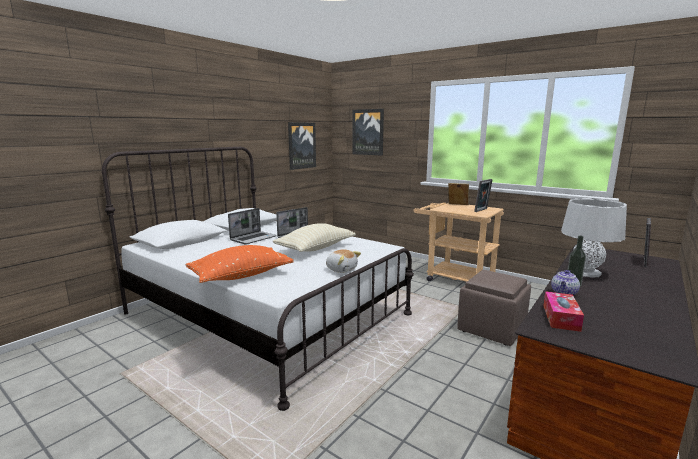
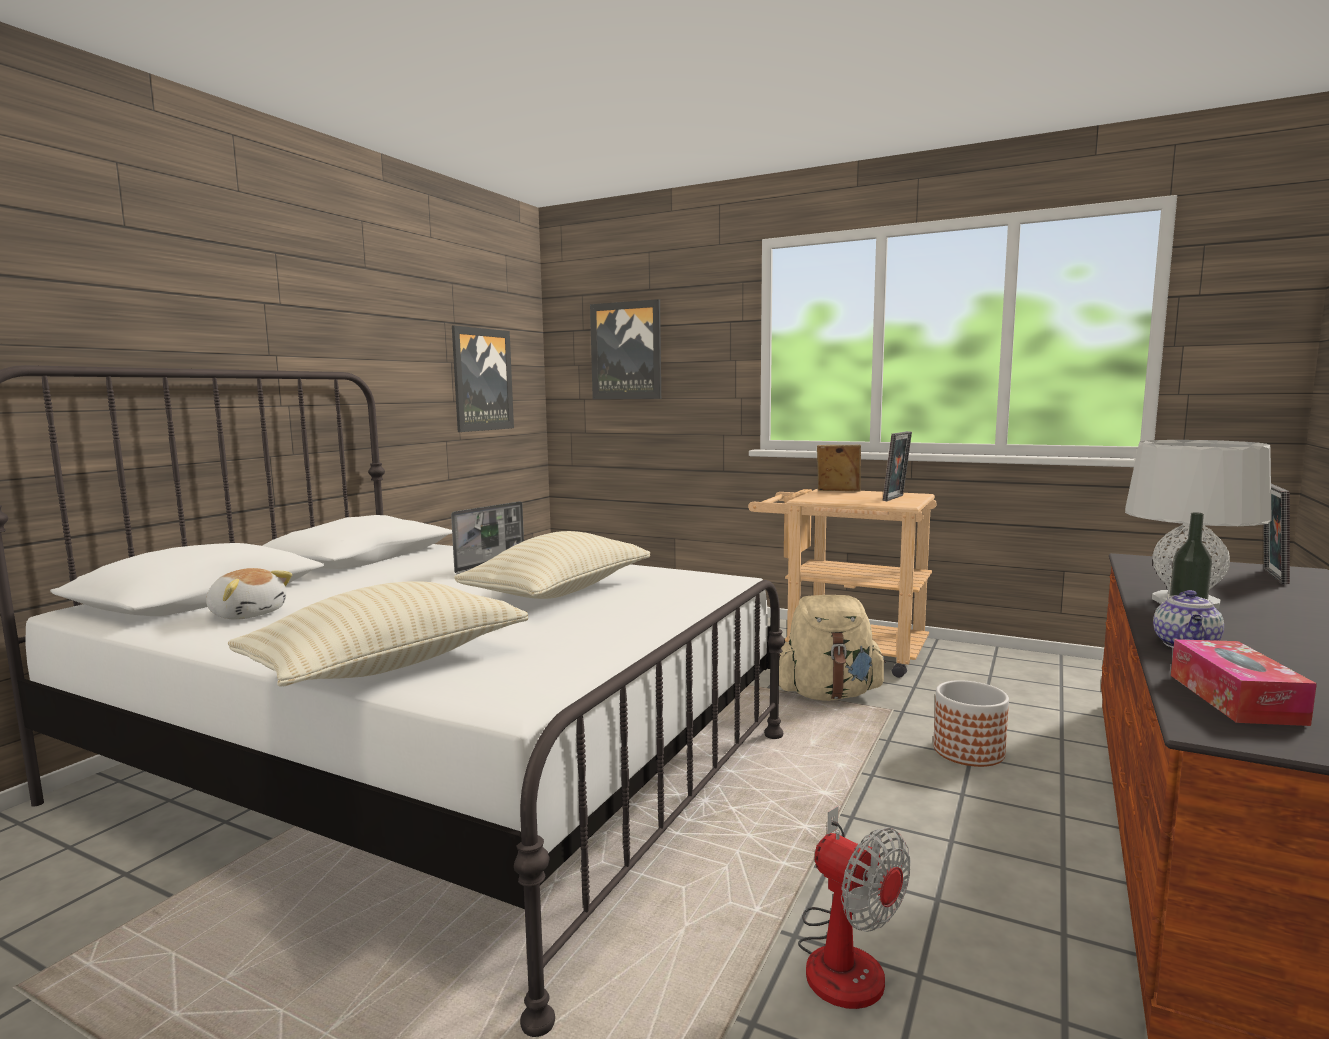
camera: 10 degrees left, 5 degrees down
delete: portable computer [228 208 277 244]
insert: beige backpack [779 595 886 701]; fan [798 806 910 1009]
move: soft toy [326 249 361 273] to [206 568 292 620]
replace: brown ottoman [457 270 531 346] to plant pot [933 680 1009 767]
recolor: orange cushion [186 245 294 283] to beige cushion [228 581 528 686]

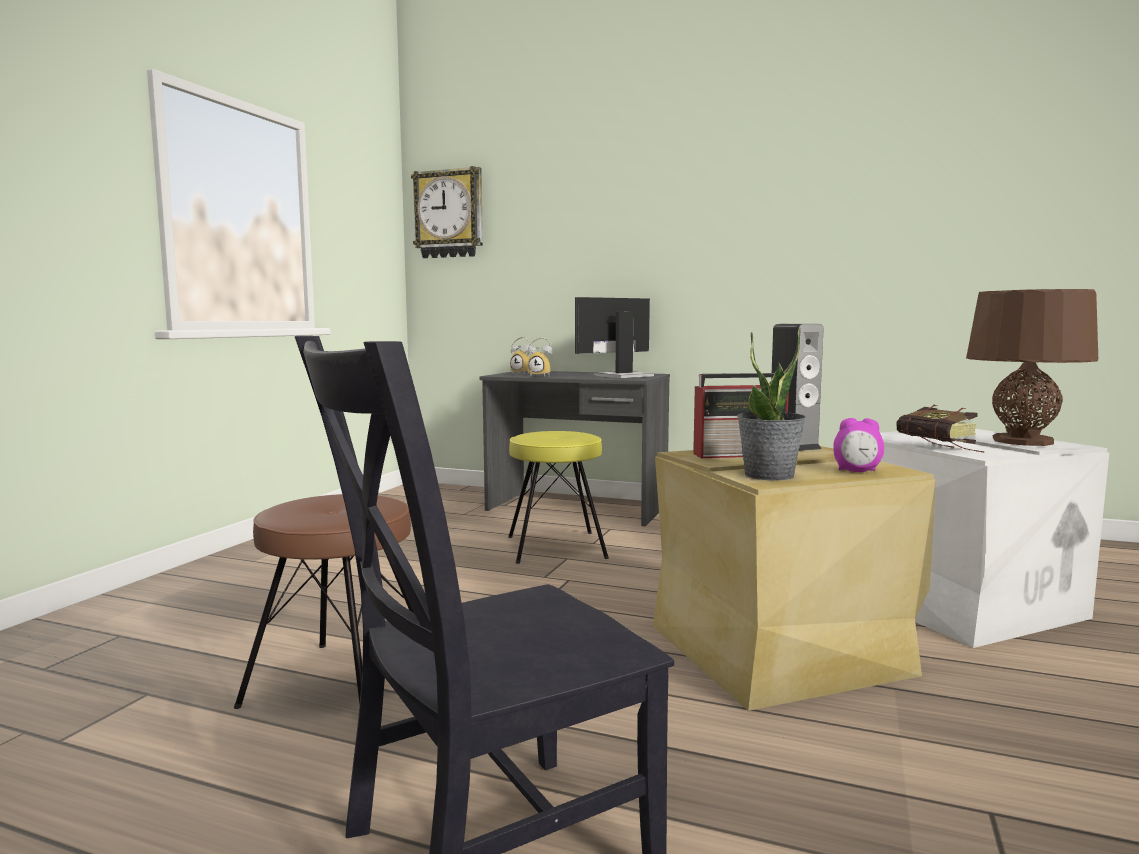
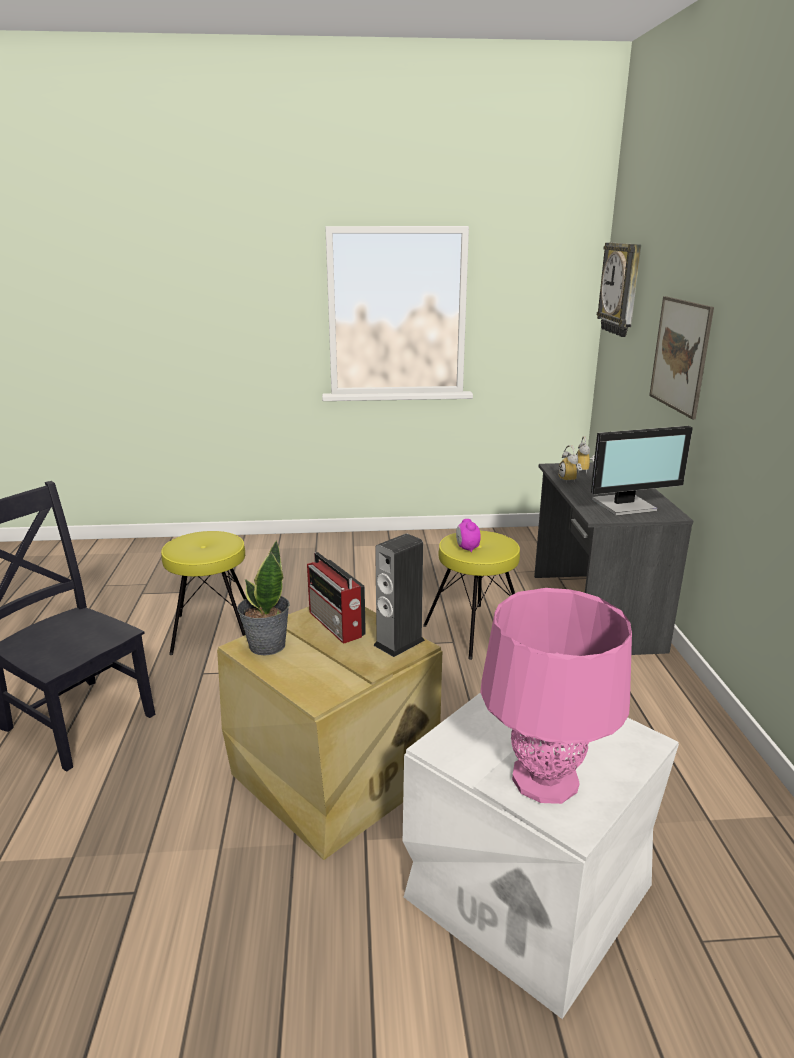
camera: 65 degrees right, 15 degrees up
delete: volume [897 405 984 453]
insert: picture [649 296 714 419]
move: table clock [833 418 884 472] to [456 519 481 552]
recolor: brown sitting stool [234 494 415 709] to yellowish sitting stool [161 531 247 655]; brown table lamp [966 289 1098 446] to pink table lamp [480 588 632 804]
rotate: monitor [575 297 654 378] = [591 426 693 516] 135 degrees clockwise

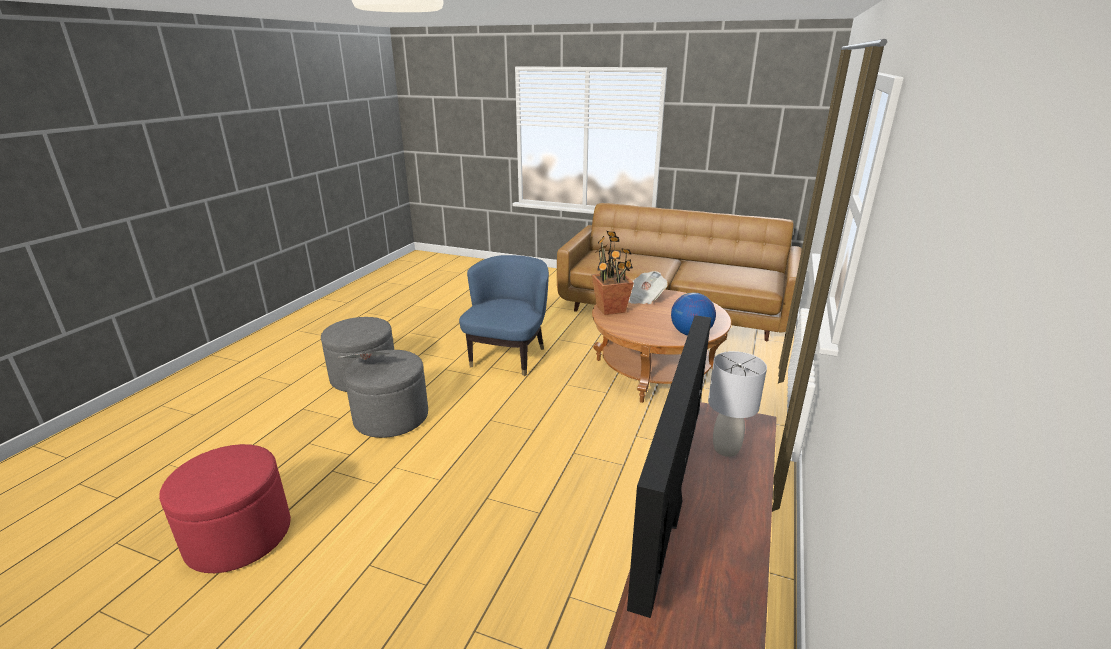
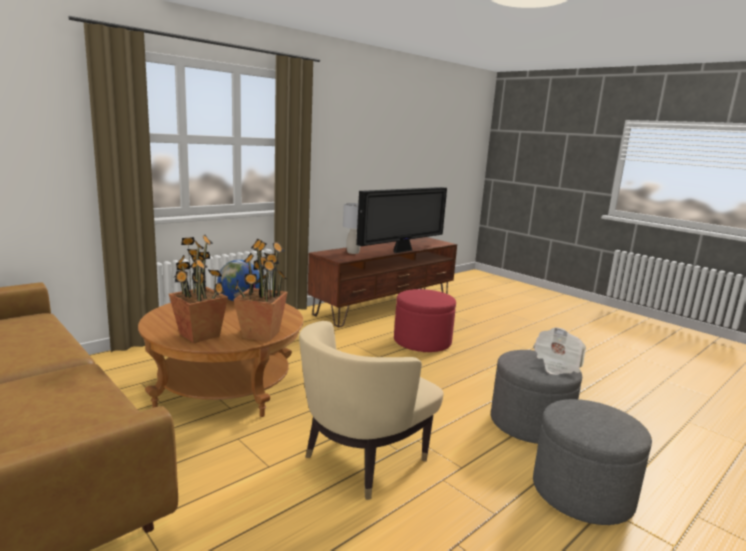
camera: 155 degrees left, 10 degrees down
move: reddish ottoman [159 444 291 573] to [394 289 456 352]
replace: daily paper [629 271 667 304] to houseplant [169 235 228 343]
recolor: bluish lounge chair [459 255 549 376] to beige lounge chair [299 321 443 500]

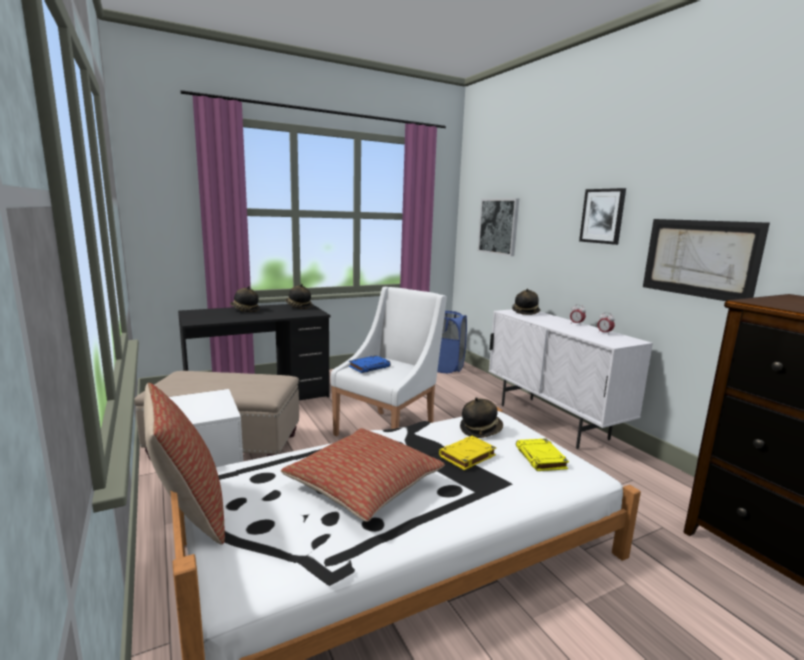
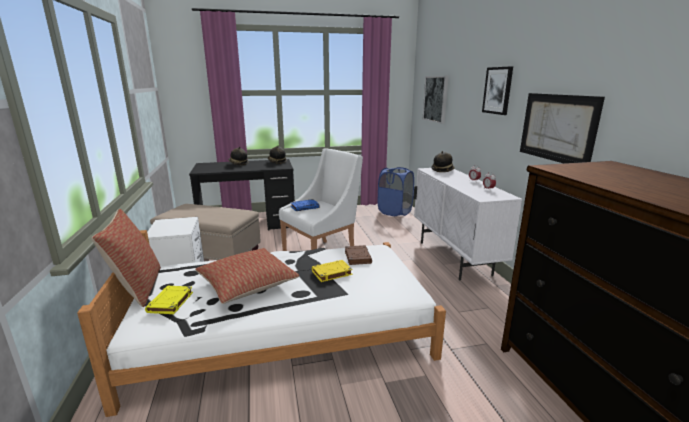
camera: 15 degrees right, 5 degrees up
move: yellowish volume [516 438 569 471] to [145 286 193 314]
replace: wearable hat [460 397 503 438] to brown volume [345 245 372 265]

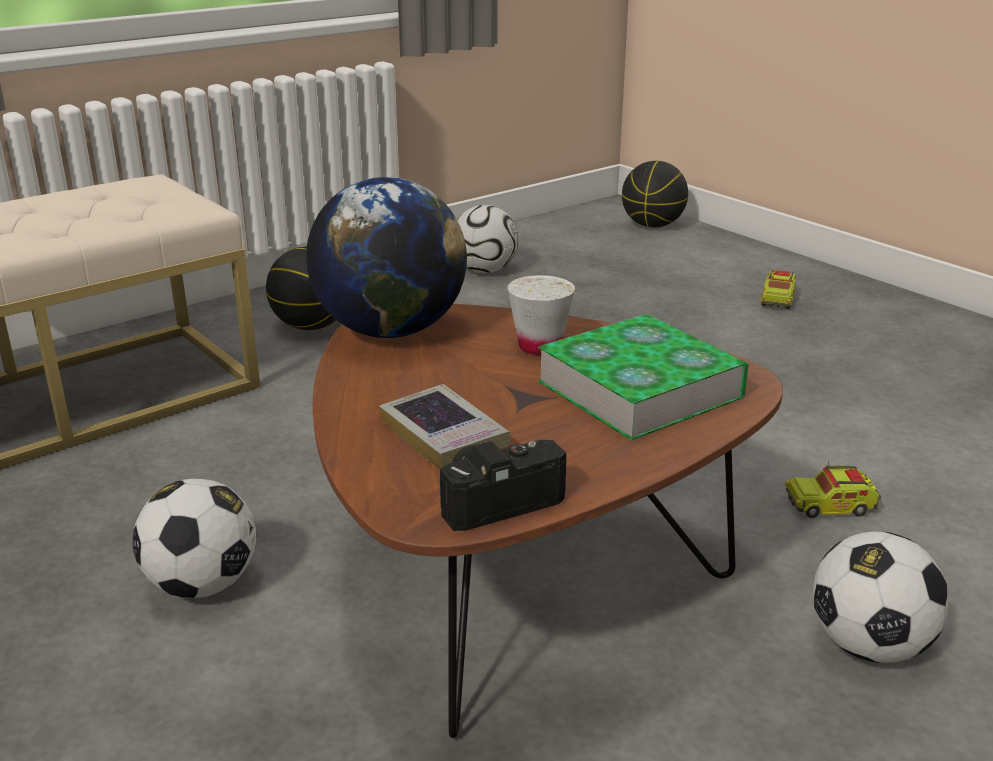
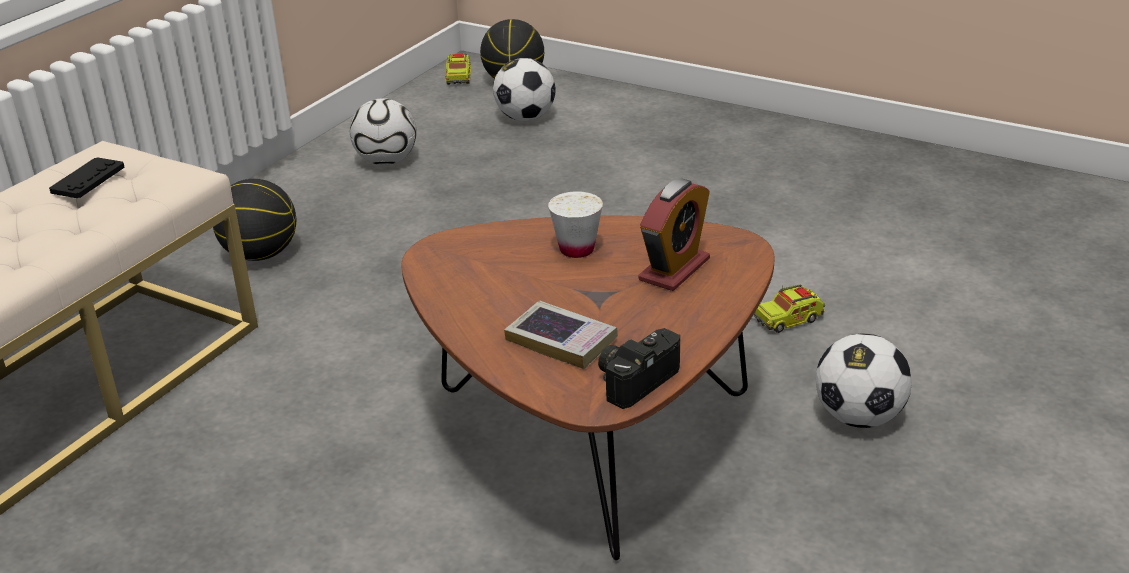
camera: 20 degrees left, 5 degrees up
delete: world globe [306 177 467 338]
insert: black-coloured game controller [49 157 125 198]
move: toy truck [761 269 796 309] to [445 53 471 85]; football ball [132 479 257 598] to [493 58 556 121]
replace: volume [538 314 749 440] to table clock [638 178 710 291]

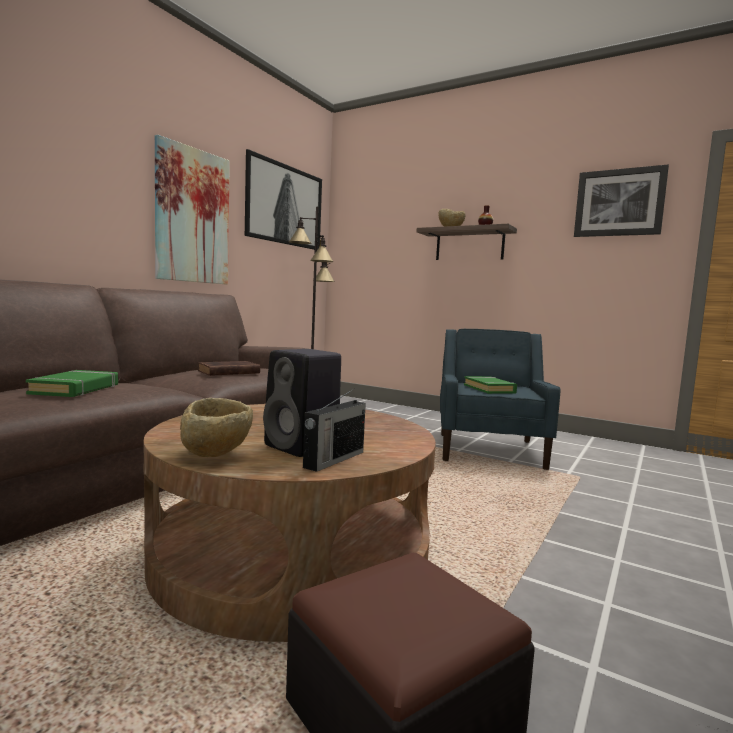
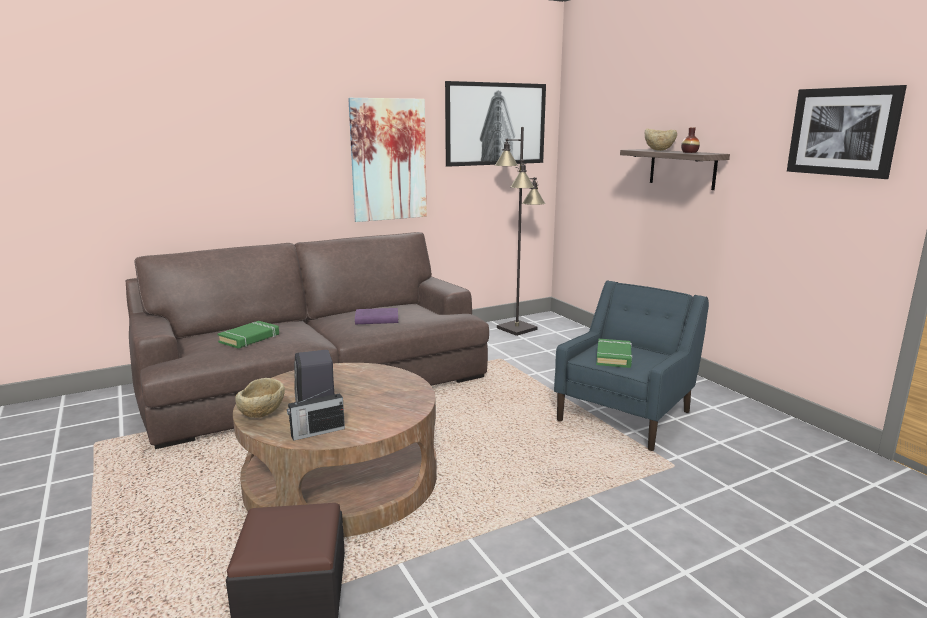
camera: 30 degrees right, 10 degrees up
recolor: brown volume [198 361 260 376] to purple volume [355 308 398 324]

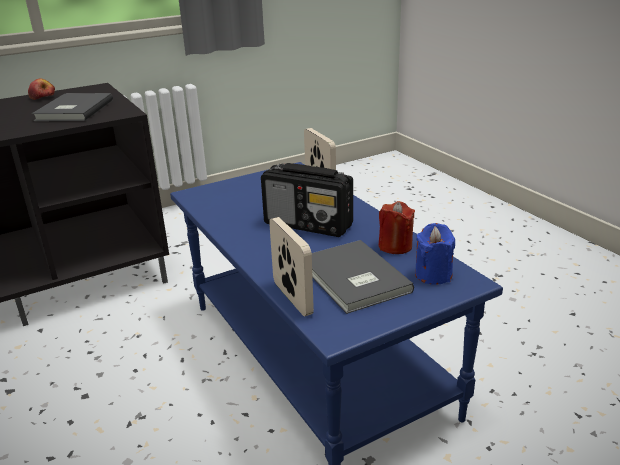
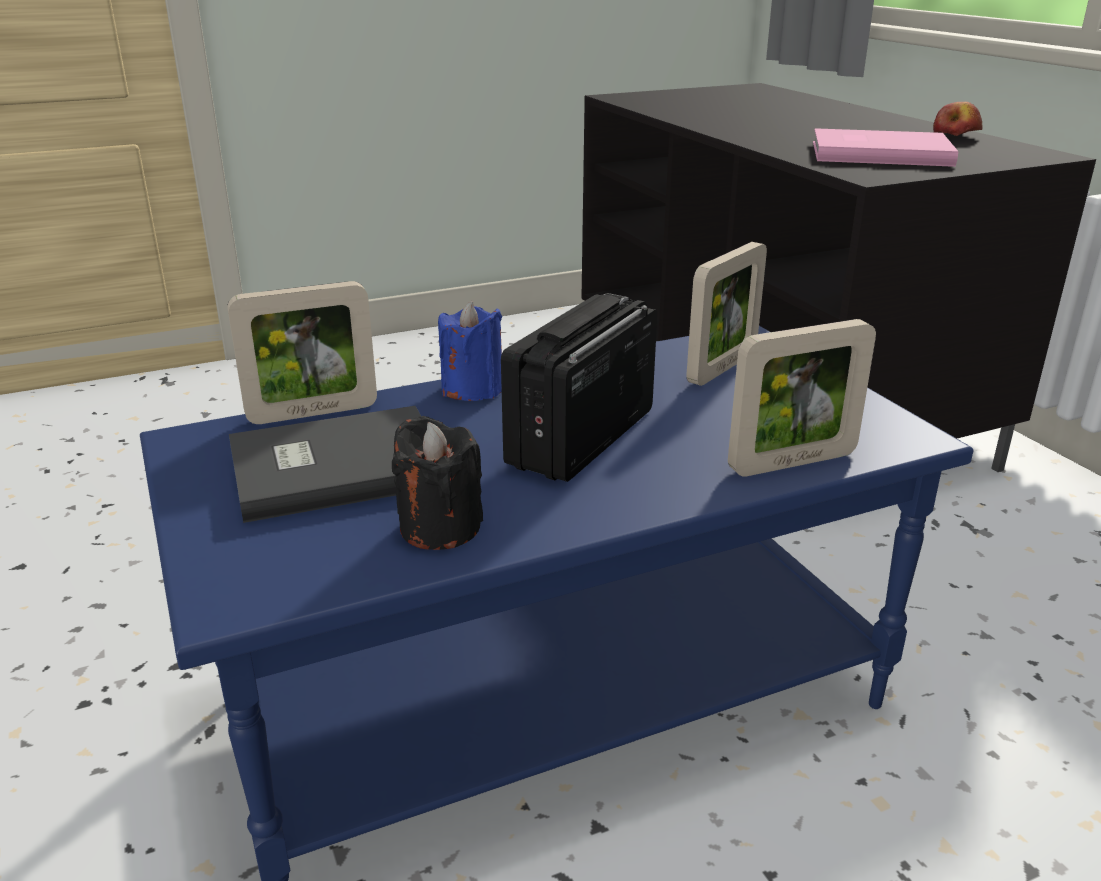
camera: 95 degrees right, 0 degrees up
insert: picture frame [687 242 767 386]
move: bluish candle [415 223 455 285] to [438 301 502 401]
recolor: reddish candle [378 201 415 254] to black-coloured candle [392 416 483 550]; greyish volume [32 93 113 121] to pink volume [813 128 959 167]

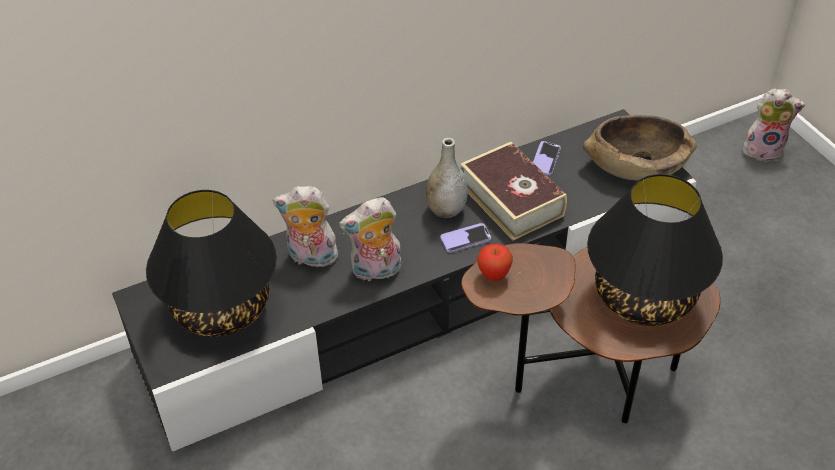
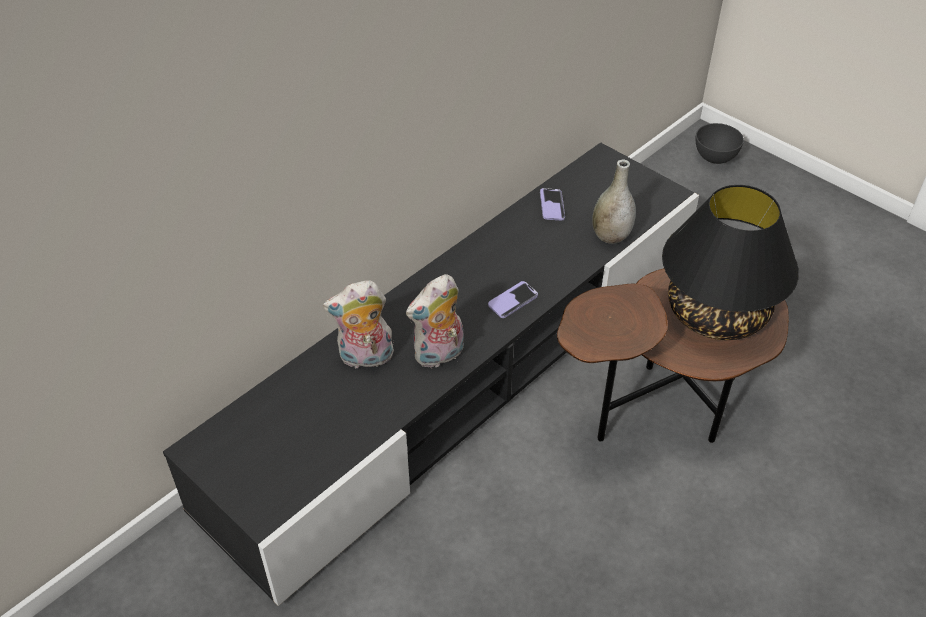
camera: 20 degrees left, 0 degrees up
delete: black-coloured table lamp [146 190 277 337]; volume [460 142 567 241]; apple fruit [477 244 513 281]; brown serving bowl [583 115 697 180]
move: greyish flower vase [426 138 468 218] to [592 159 636 244]
replace: soft toy [743 89 805 162] to greyish serving bowl [696 123 744 164]

